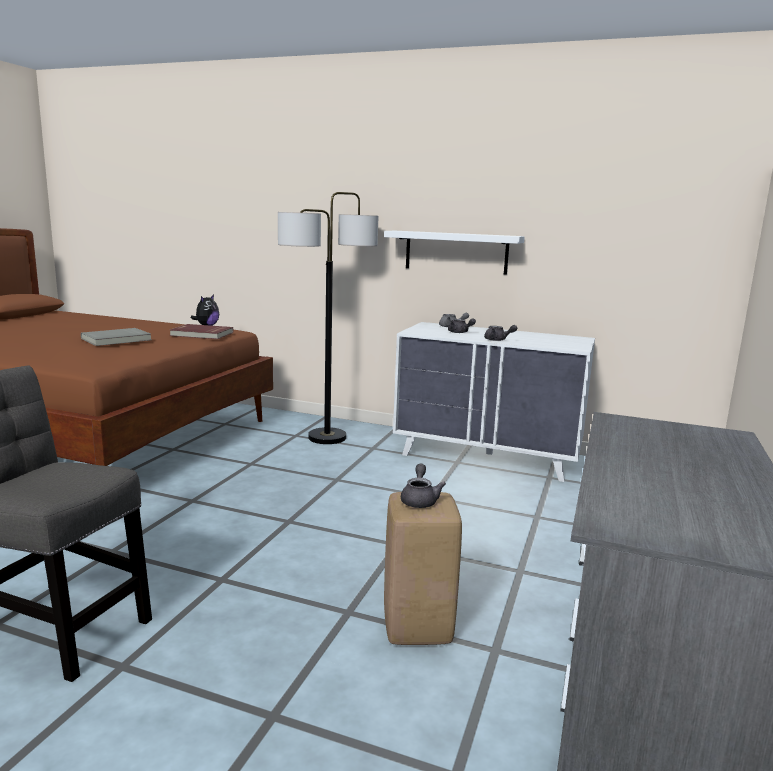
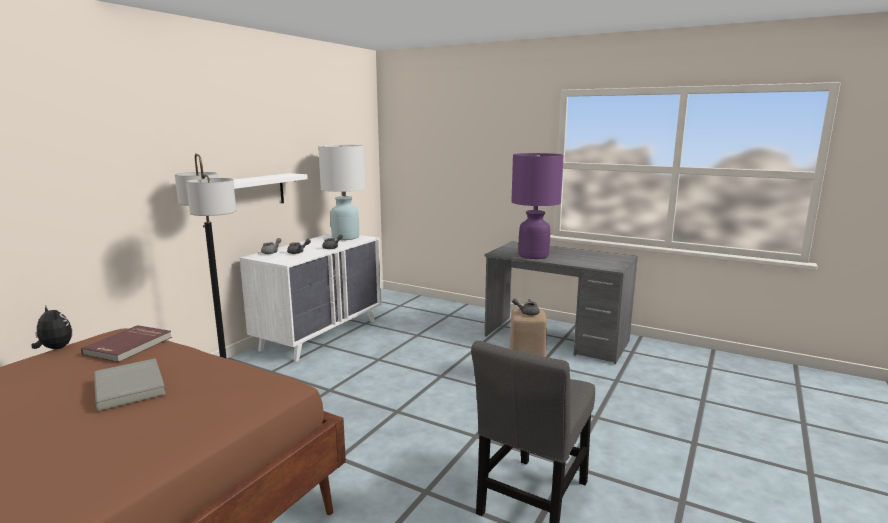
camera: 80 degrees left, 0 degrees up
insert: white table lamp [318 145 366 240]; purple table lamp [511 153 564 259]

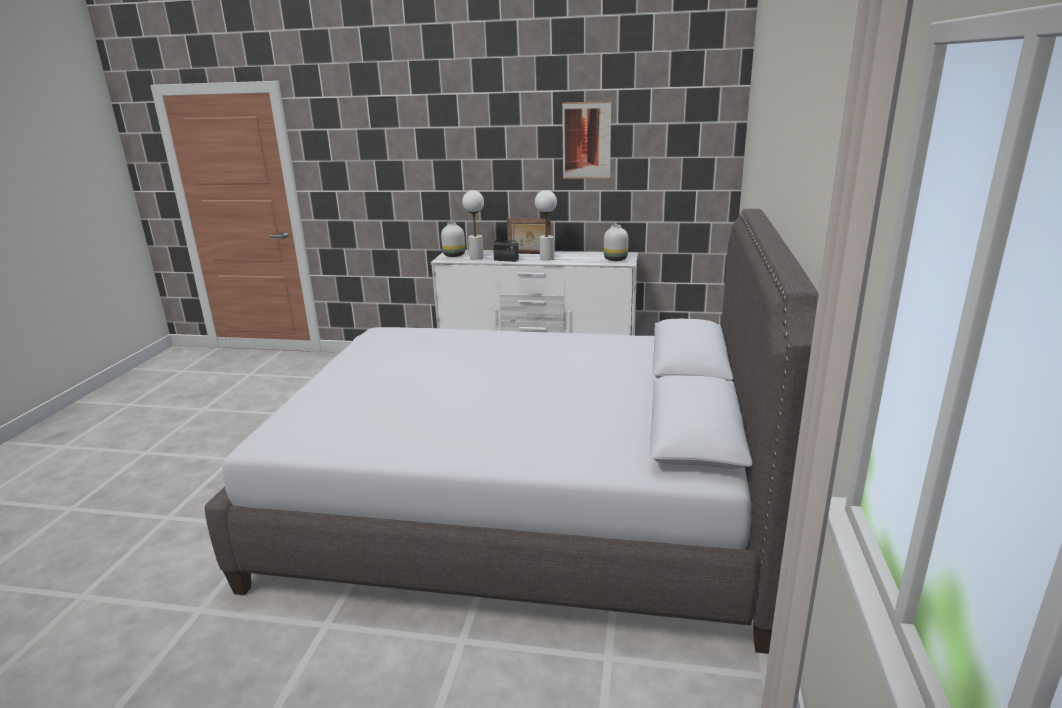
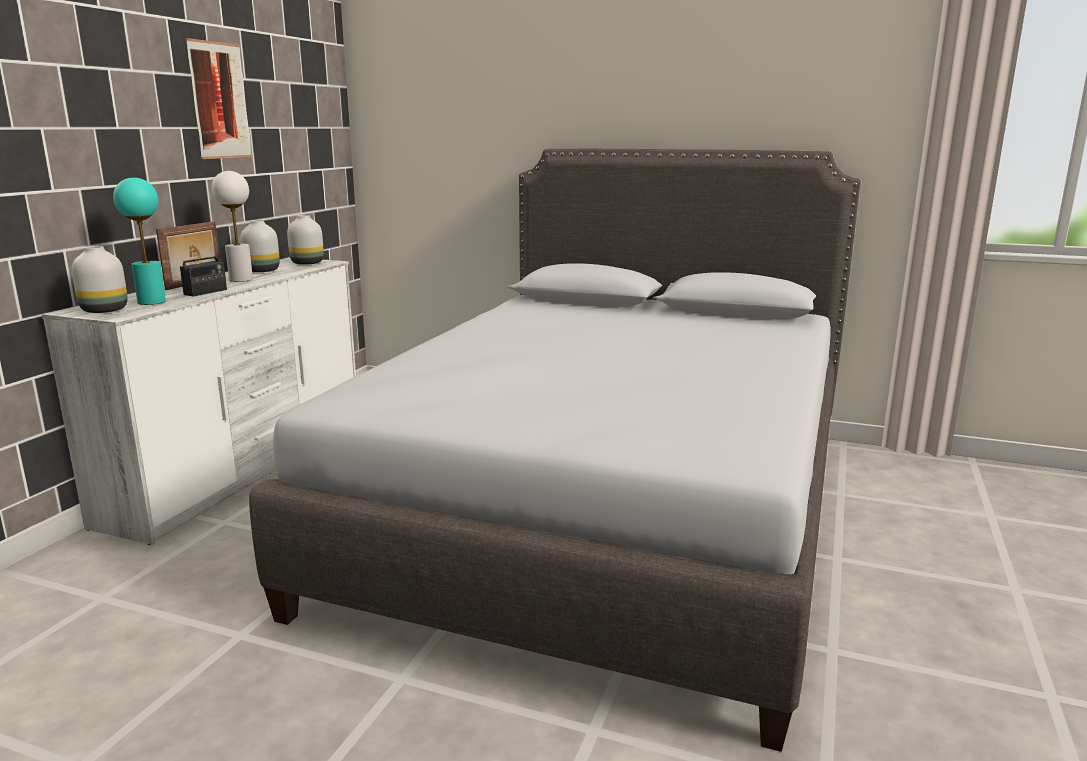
camera: 80 degrees left, 5 degrees down
insert: white flower vase [240 220 280 272]
recolor: white table lamp [462 190 484 259] to turquoise-coloured table lamp [113 177 166 305]

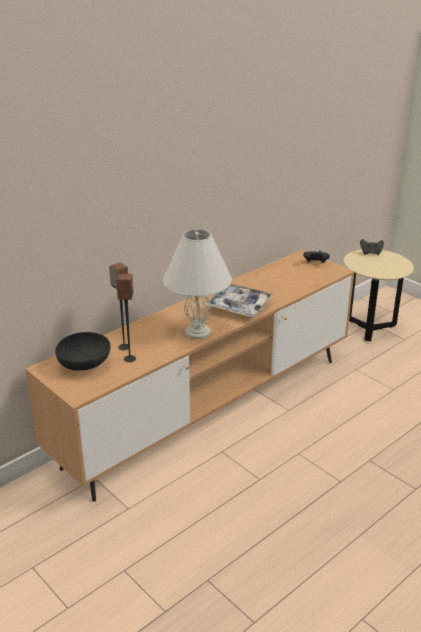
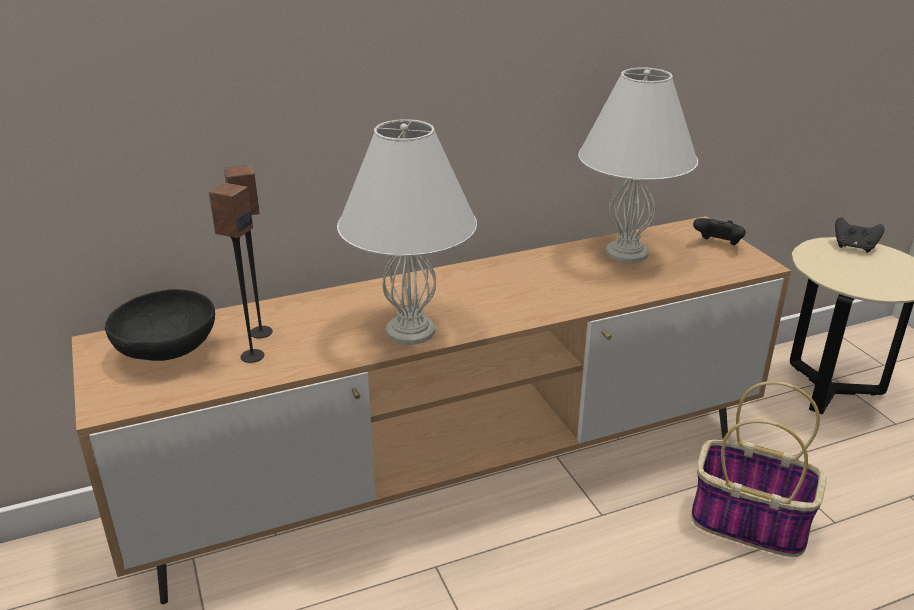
camera: 20 degrees right, 0 degrees up
delete: serving tray [205 284 274 317]
insert: white table lamp [578 68 698 263]; basket [691 381 827 557]

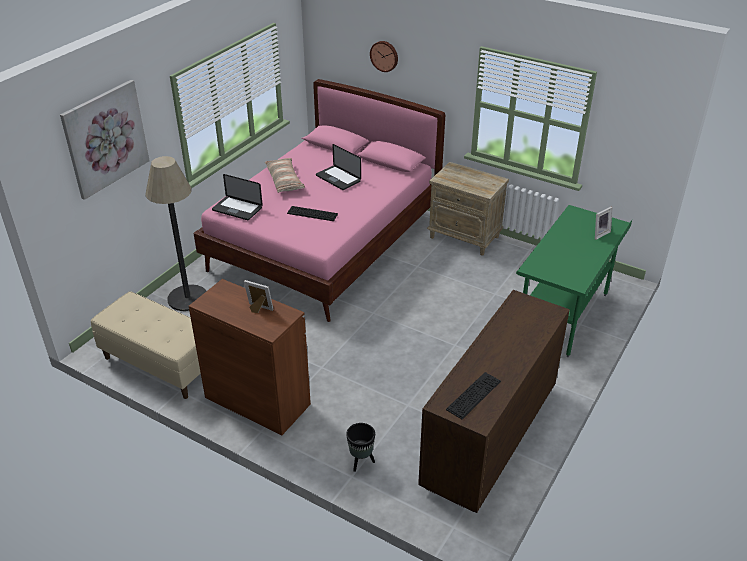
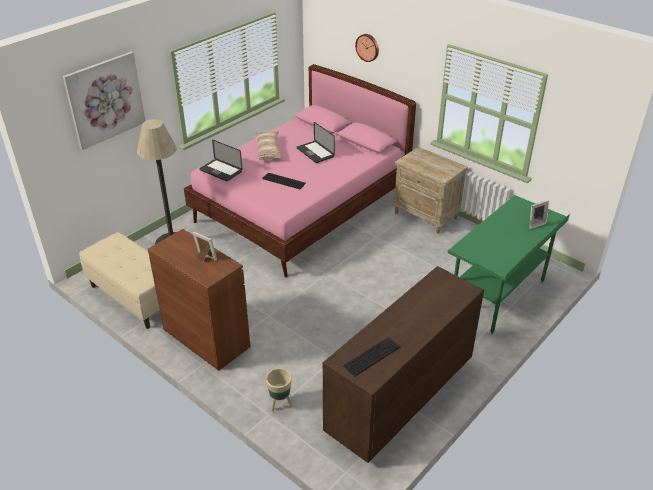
camera: 10 degrees right, 0 degrees up
recolor: black-coloured plant pot [346 423 375 472] to beige plant pot [266 368 292 411]

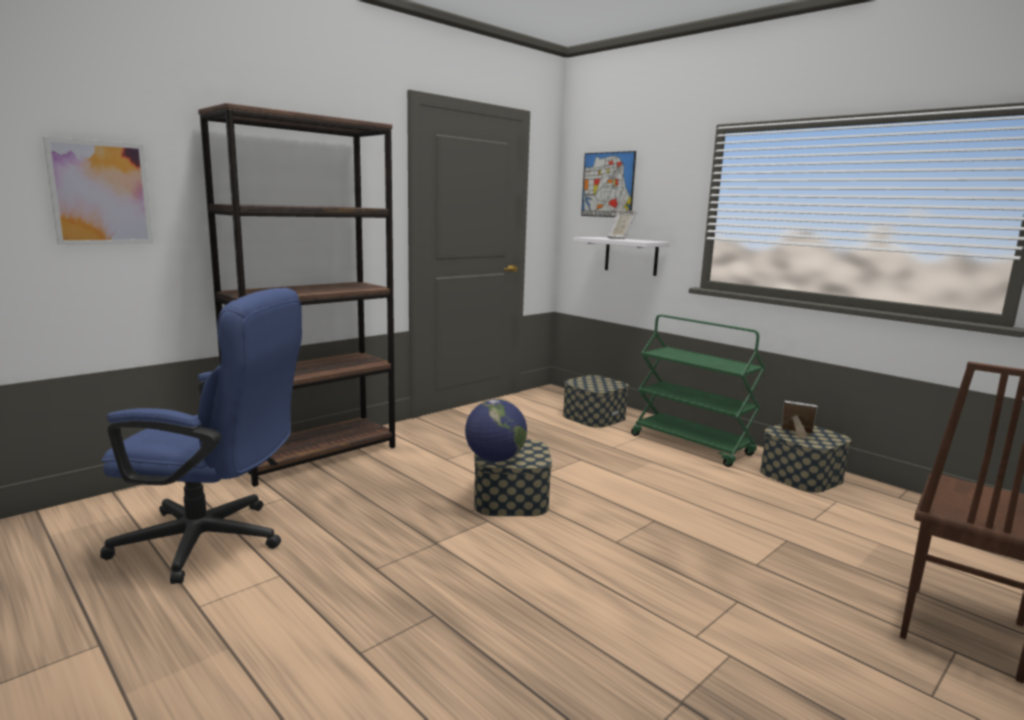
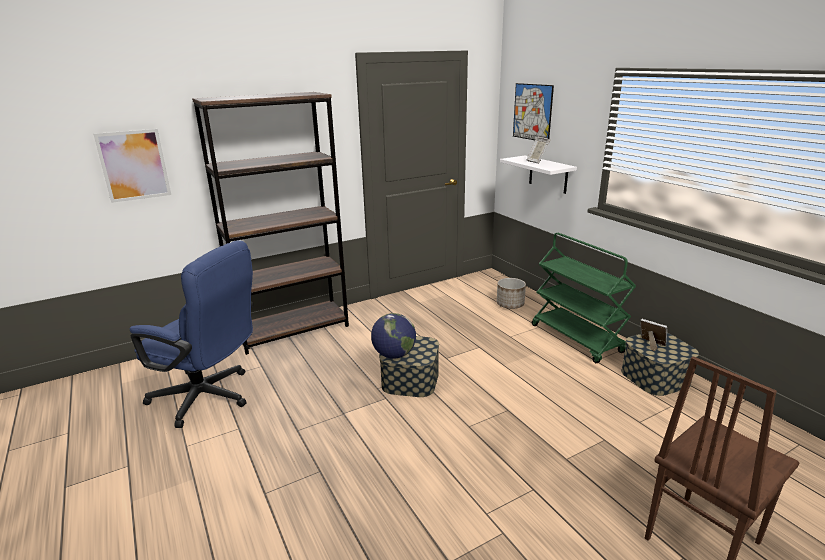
camera: 15 degrees right, 10 degrees up
replace: storage container [563 375 629 428] to plant pot [497 278 526 309]

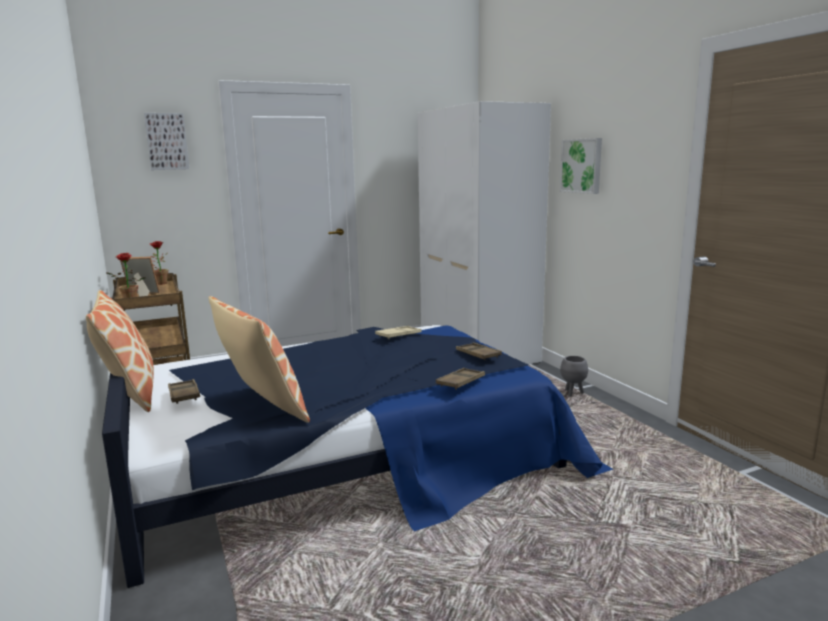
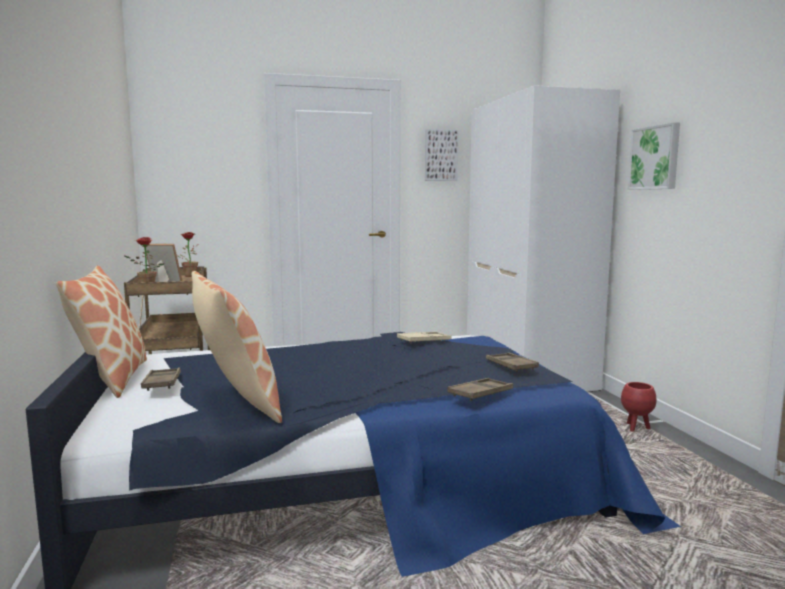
camera: 10 degrees right, 5 degrees down
move: picture [144 113 189 170] to [425 129 459 181]
recolor: greyish plant pot [560 356 588 397] to reddish plant pot [621 382 657 432]

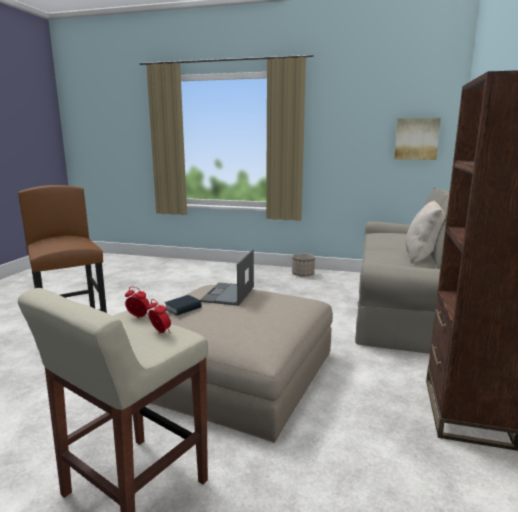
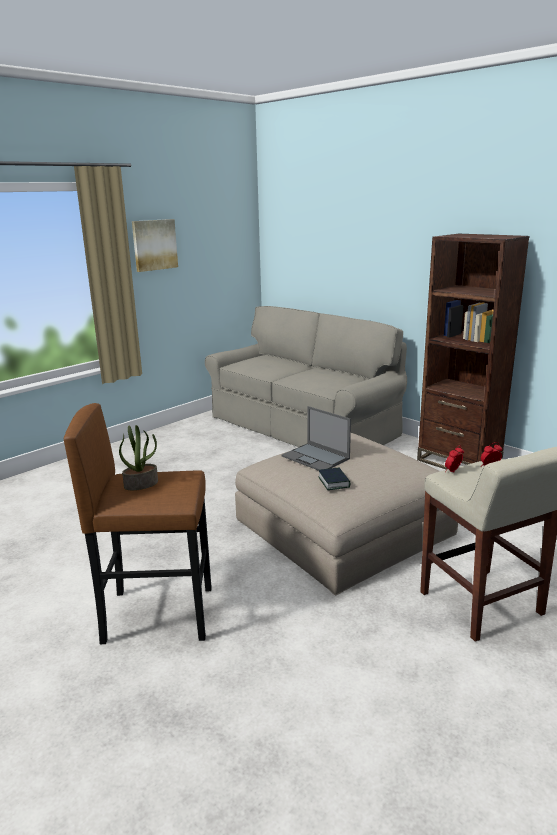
camera: 60 degrees left, 5 degrees up
delete: plant pot [292 253 315 277]; beige cushion [405 201 446 264]
insert: houseplant [119 425 158 490]
move: picture [394 118 441 160] to [132 219 178 272]

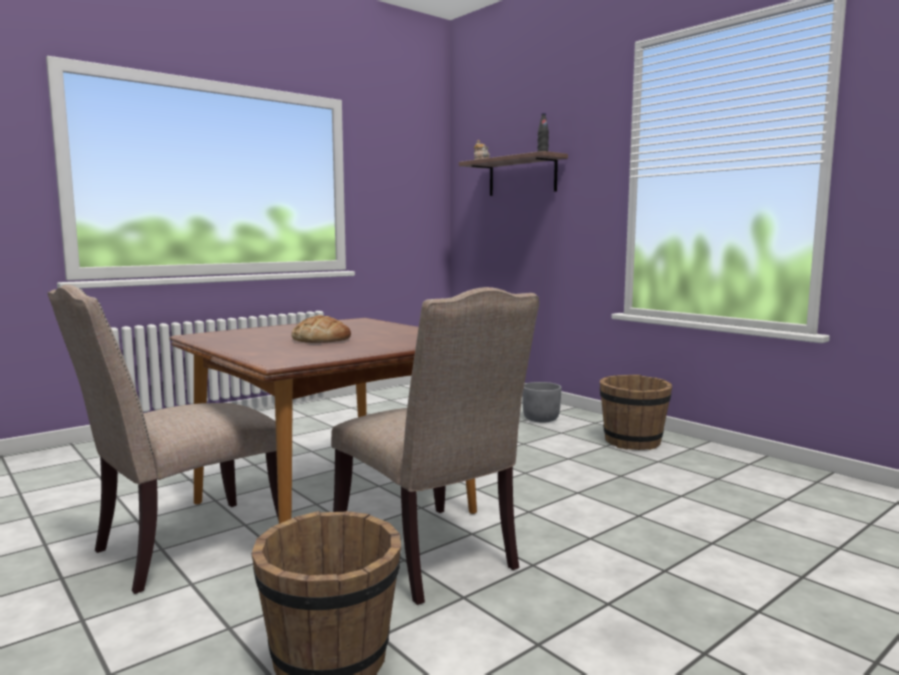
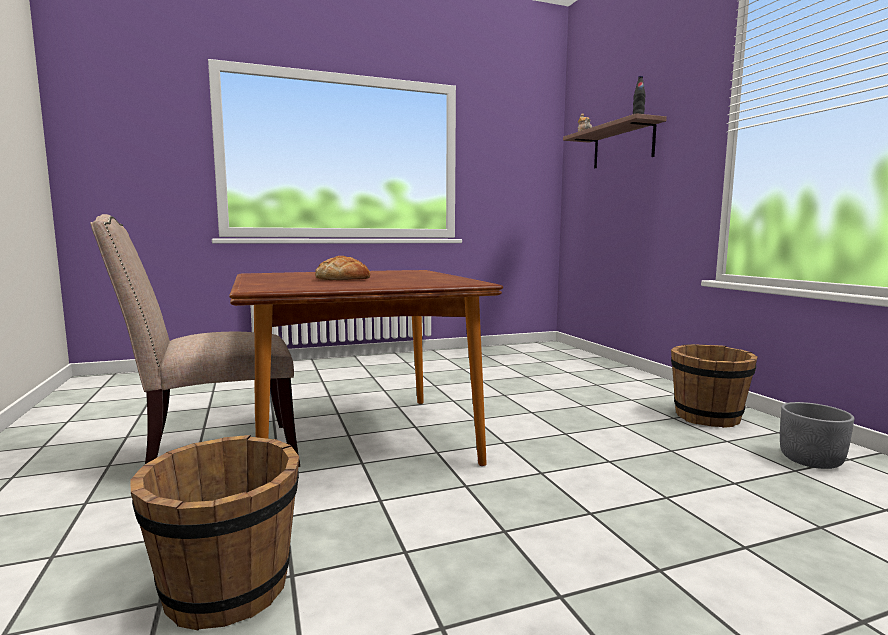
camera: 20 degrees right, 0 degrees up
delete: beige chair [331 287 539 605]
move: greyish plant pot [522 382 562 423] to [780 402 854 469]

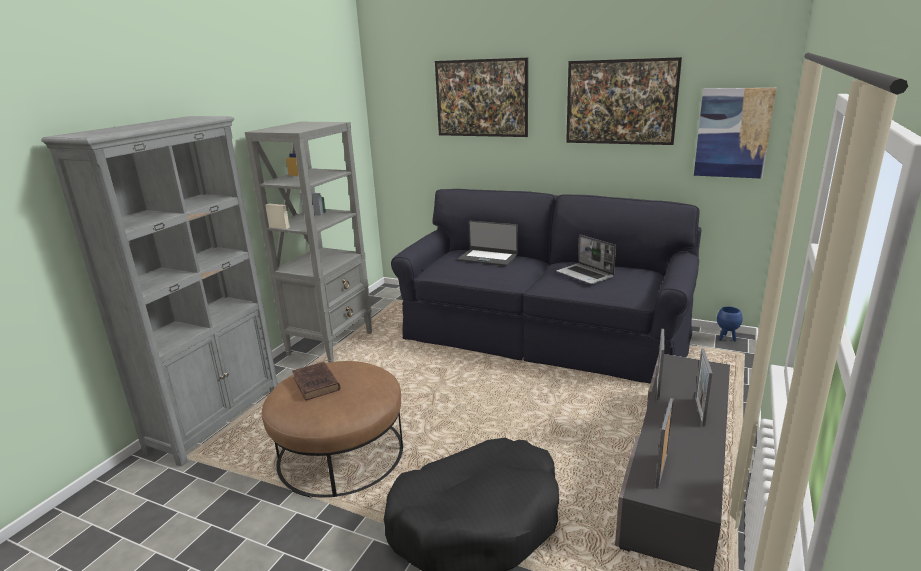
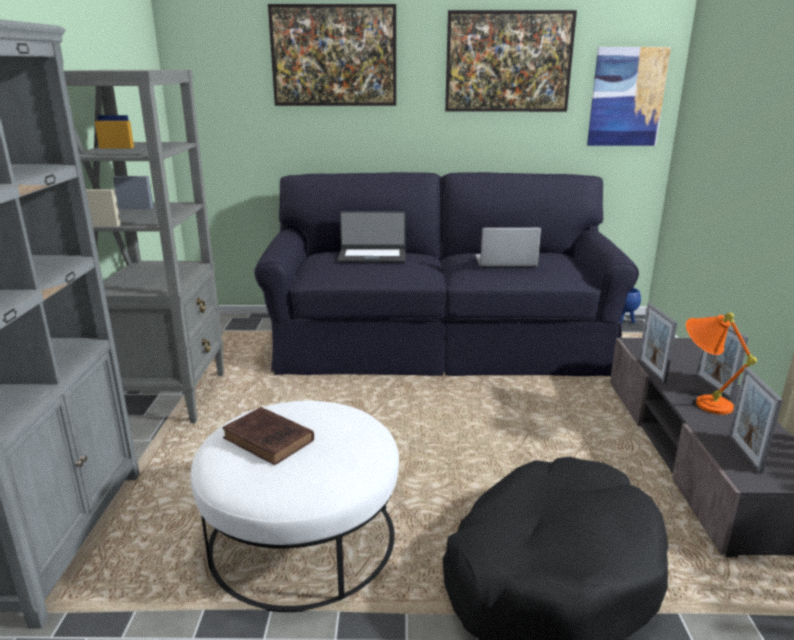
camera: 25 degrees left, 0 degrees up
insert: orange table lamp [686 313 757 415]
recolor: brown ottoman [262 361 403 498] to white ottoman [191 401 399 612]
rotate: portable computer [556 234 616 284] = [475 227 541 268] 150 degrees clockwise

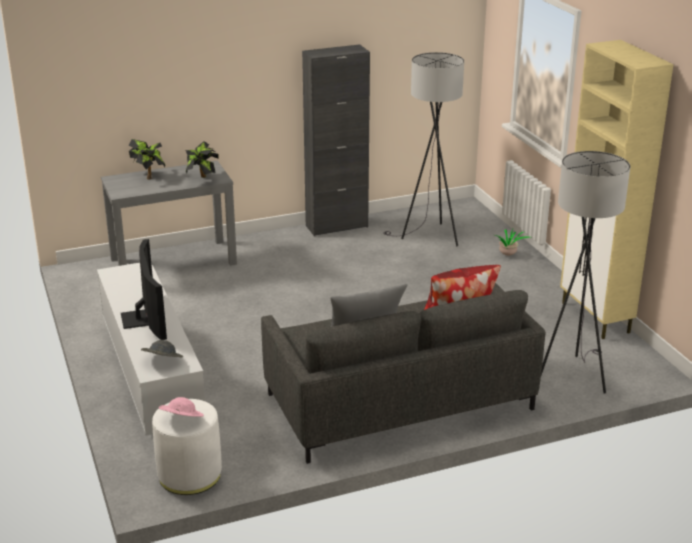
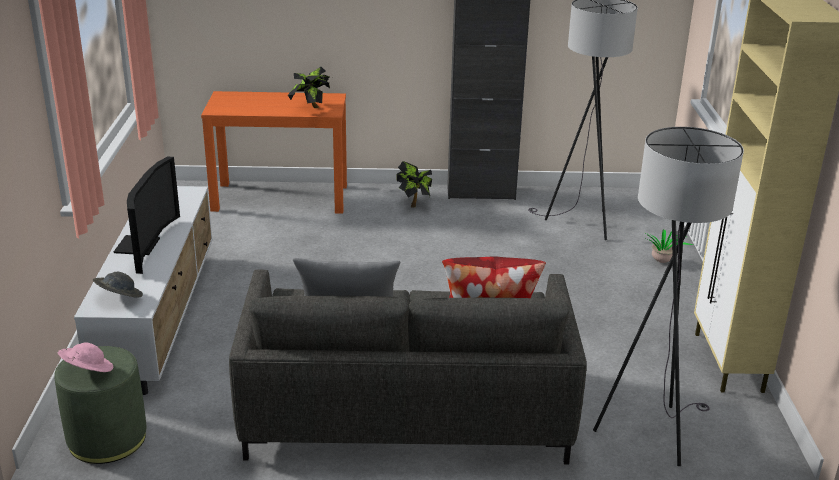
camera: 20 degrees right, 0 degrees up
move: houseplant [128 139 165 180] to [396 161 432 208]
recolor: white ottoman [152 399 222 495] to green ottoman [54 346 147 464]; greyish console table [101 160 237 266] to orange console table [201 91 347 214]

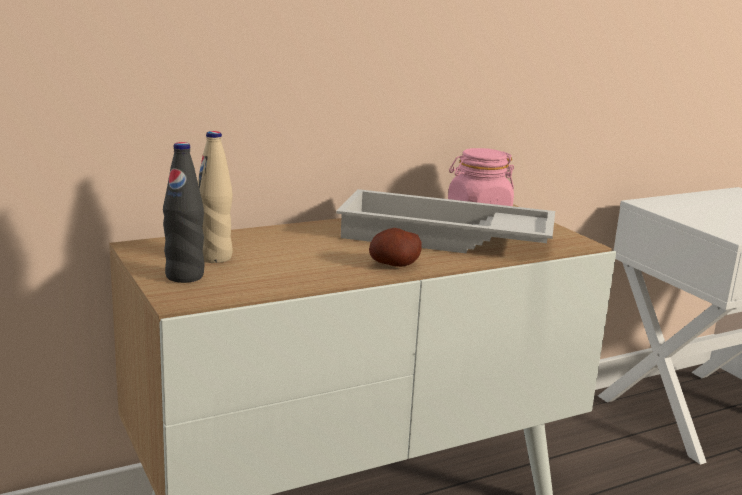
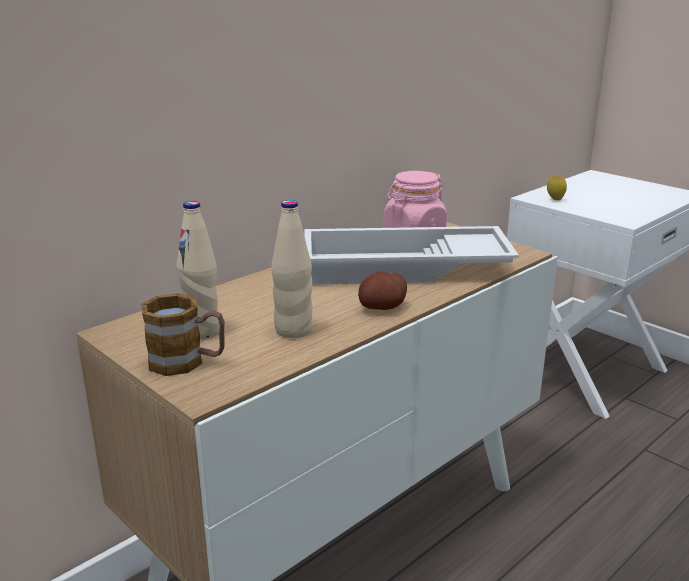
camera: 15 degrees left, 5 degrees up
insert: beige beverage bottle [271 200 313 338]; citrus fruit [547 175 567 200]
replace: black-coloured beverage bottle [163 142 205 283] to mug [141 294 225 376]

